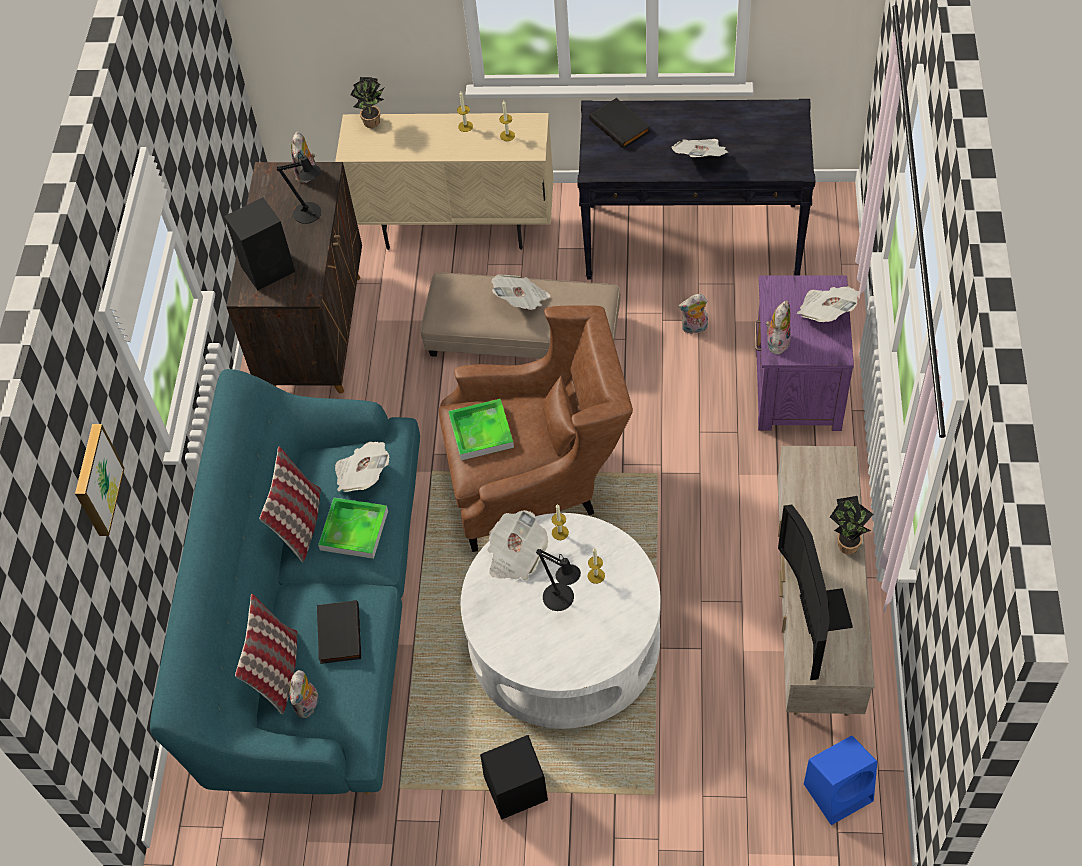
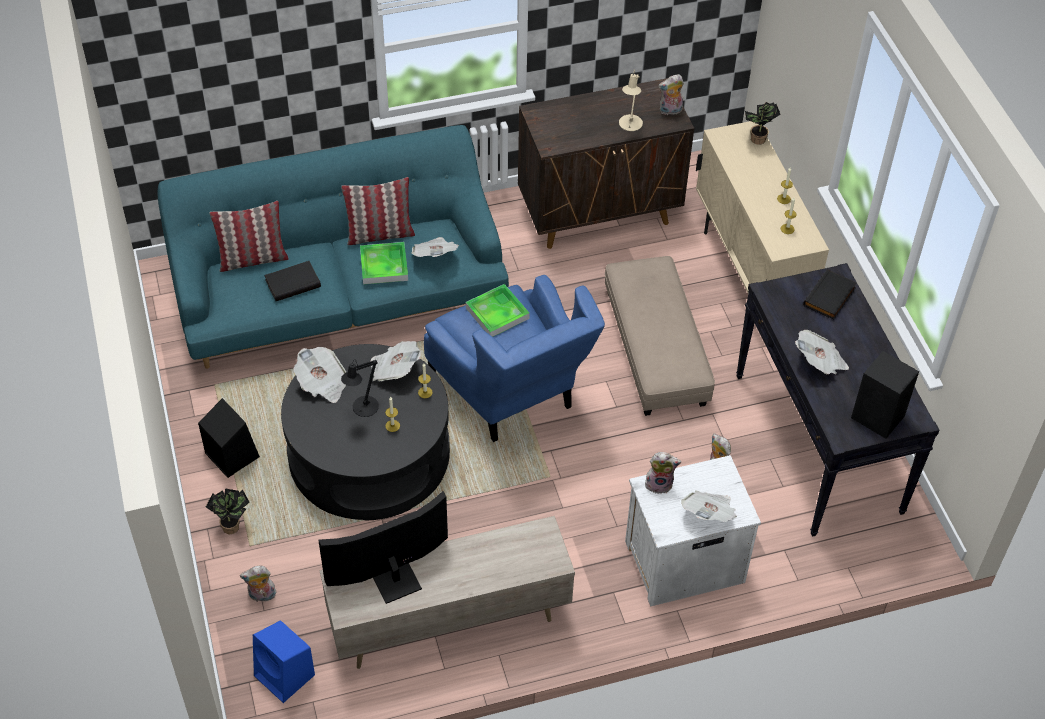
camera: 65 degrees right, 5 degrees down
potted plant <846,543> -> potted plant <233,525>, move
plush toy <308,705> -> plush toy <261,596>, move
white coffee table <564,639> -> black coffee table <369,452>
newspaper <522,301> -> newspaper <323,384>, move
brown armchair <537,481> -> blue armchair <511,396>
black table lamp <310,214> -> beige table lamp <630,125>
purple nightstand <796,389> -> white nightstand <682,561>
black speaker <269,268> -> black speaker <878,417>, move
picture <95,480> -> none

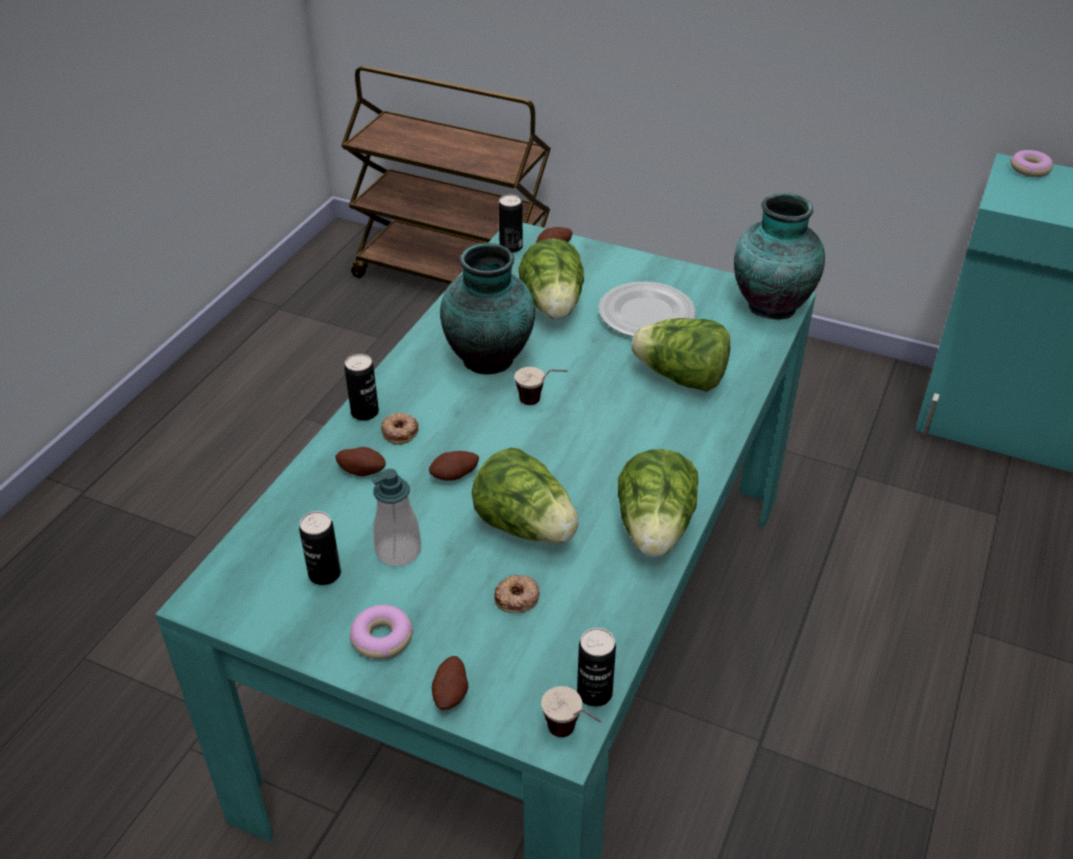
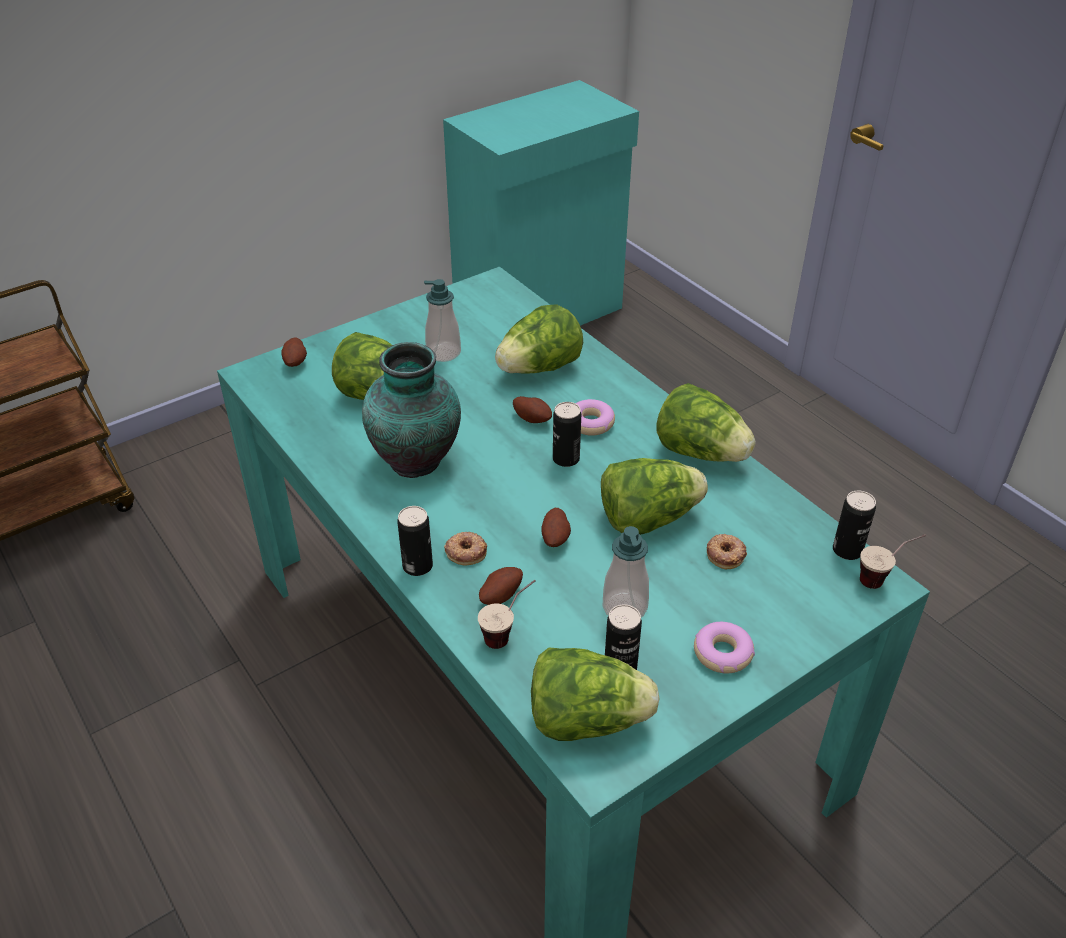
camera: 60 degrees left, 0 degrees up
plate <646,315> -> soap dispenser <443,352>
cup <541,402> -> cup <508,633>, move
potato <451,694> -> potato <533,418>, move
none -> lettuce <587,720>
can <511,247> -> can <566,459>, move
donut <1030,169> -> donut <591,423>, move
vase <770,305> -> none

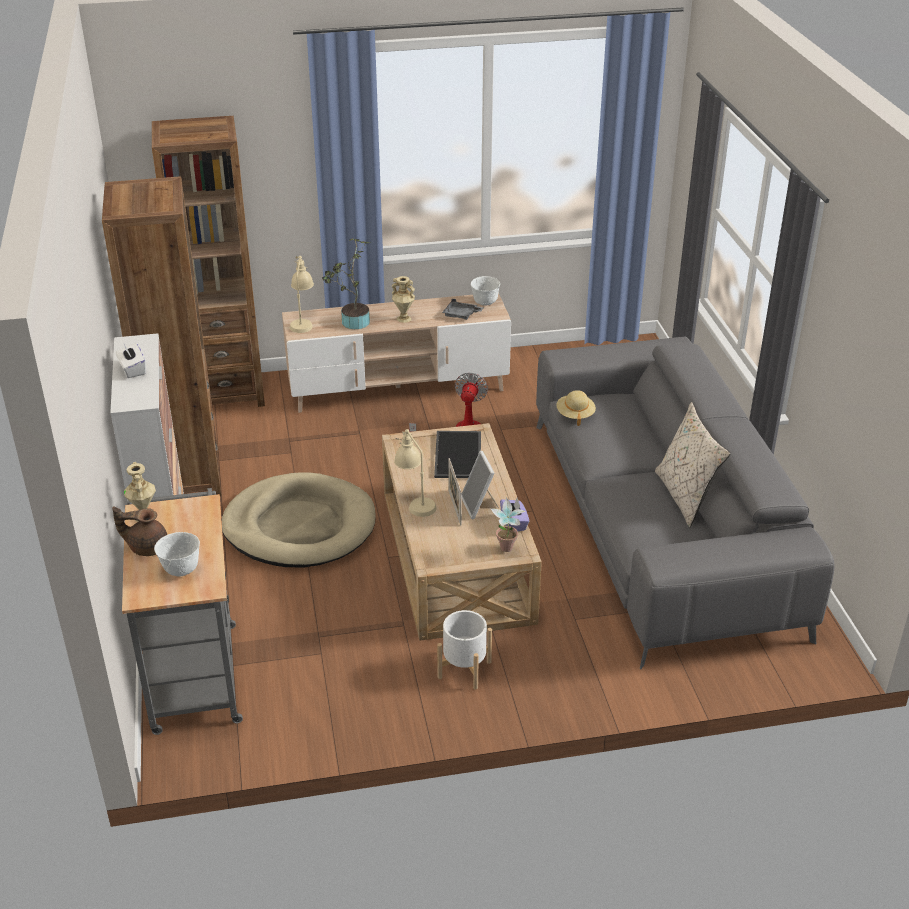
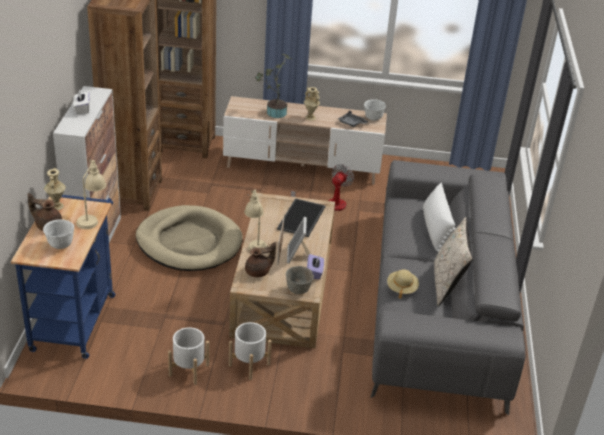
camera: 15 degrees right, 0 degrees up
grey cart <193,670> -> blue cart <75,317>
beige table lamp <302,321> -> beige table lamp <92,217>, move
none -> white planter <189,370>
none -> brown teapot <258,272>
potted plant <506,551> -> grey bowl <299,290>
beige hat <575,414> -> beige hat <401,288>, move
none -> white pillow <435,229>

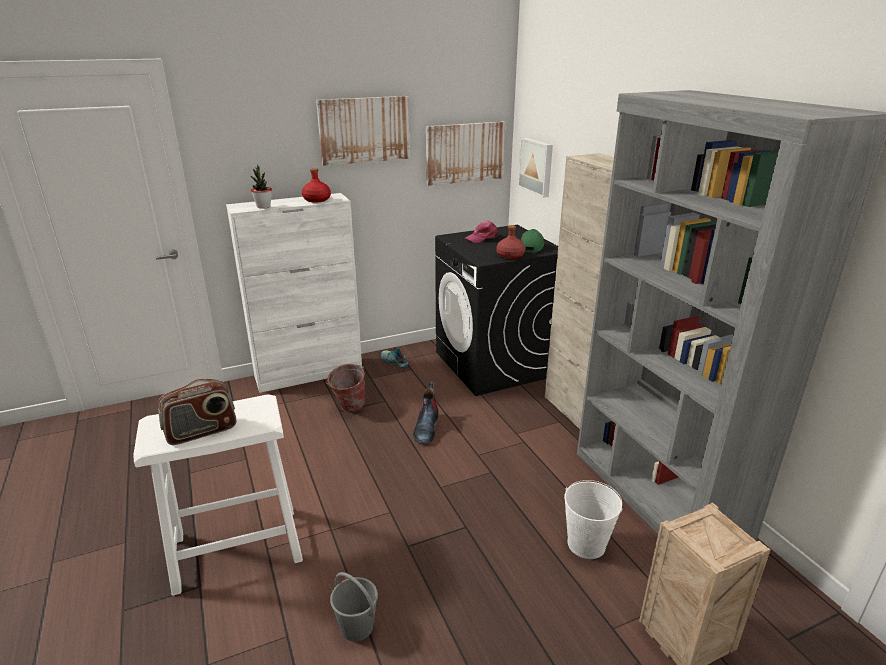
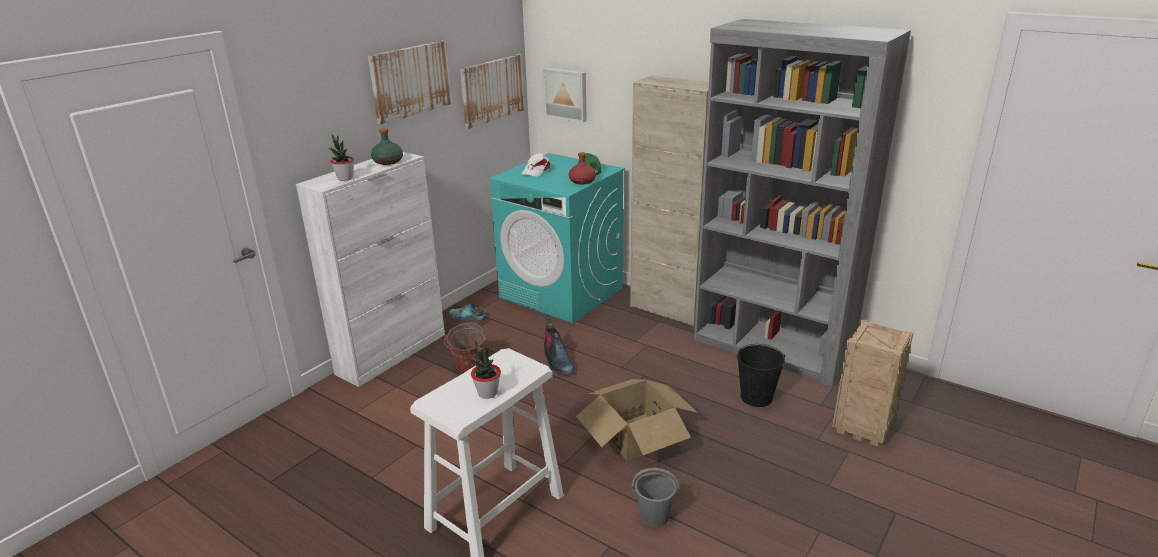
camera: 30 degrees left, 0 degrees up
red bottle <317,200> -> green bottle <388,161>
radio <201,432> -> potted plant <487,393>
black washing machine <493,364> -> turquoise washing machine <562,293>
pink cap <482,238> -> white cap <536,171>
none -> cardboard box <636,436>
white bucket <586,544> -> black bucket <756,397>

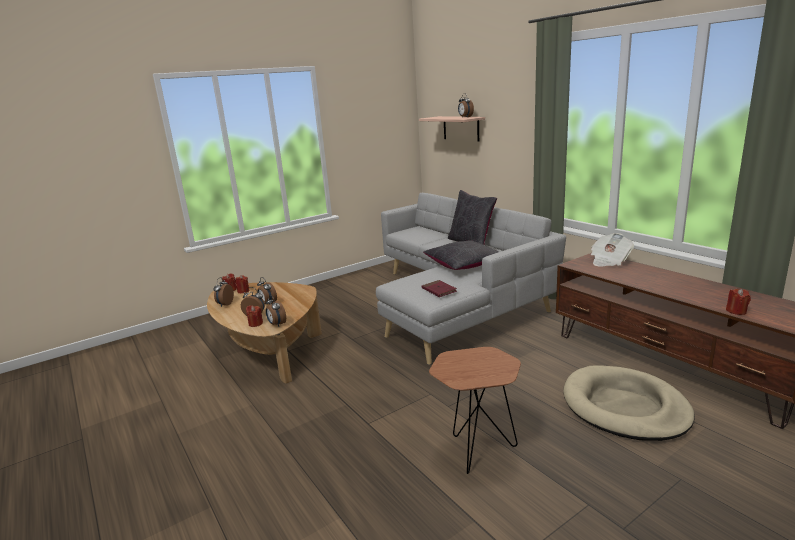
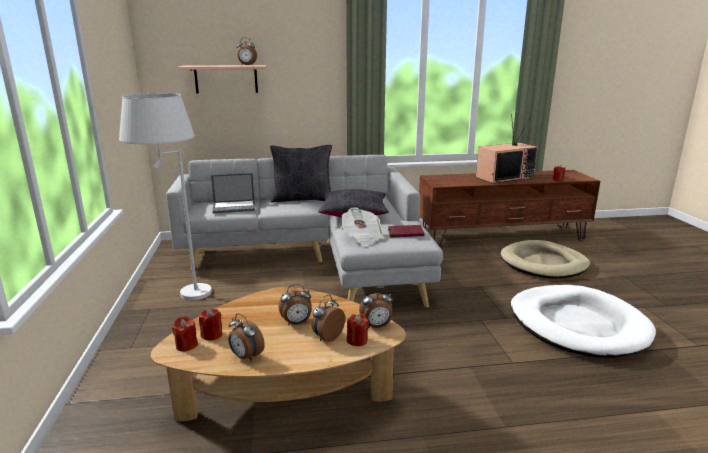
camera: 65 degrees left, 0 degrees up
none -> white floor lamp <179,298>
none -> laptop <235,207>
newspaper <609,261> -> newspaper <362,237>, move
none -> television <504,177>
brown side table <476,451> -> white dog bed <577,325>

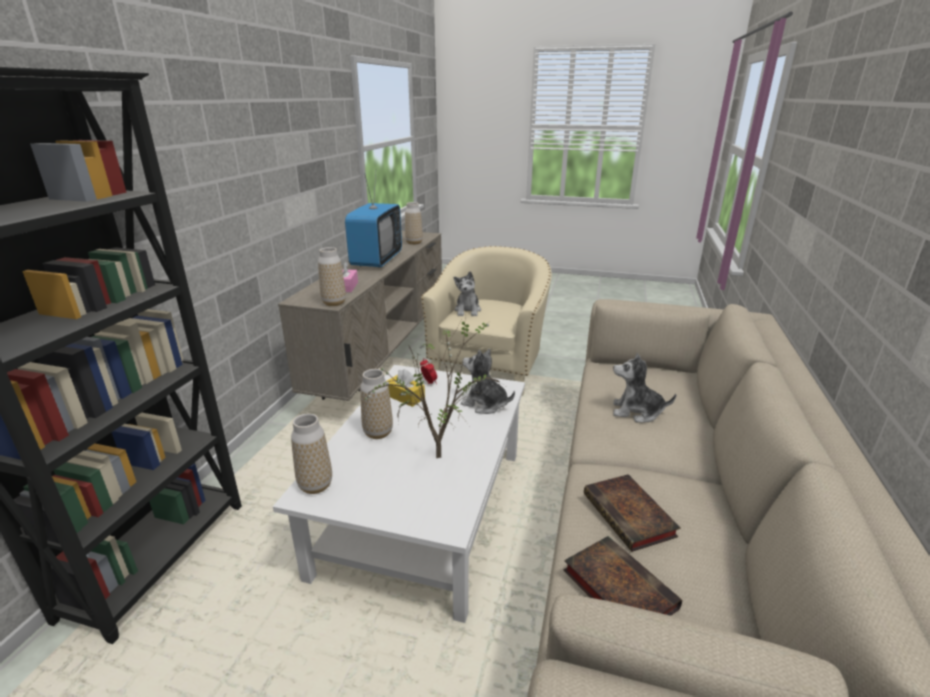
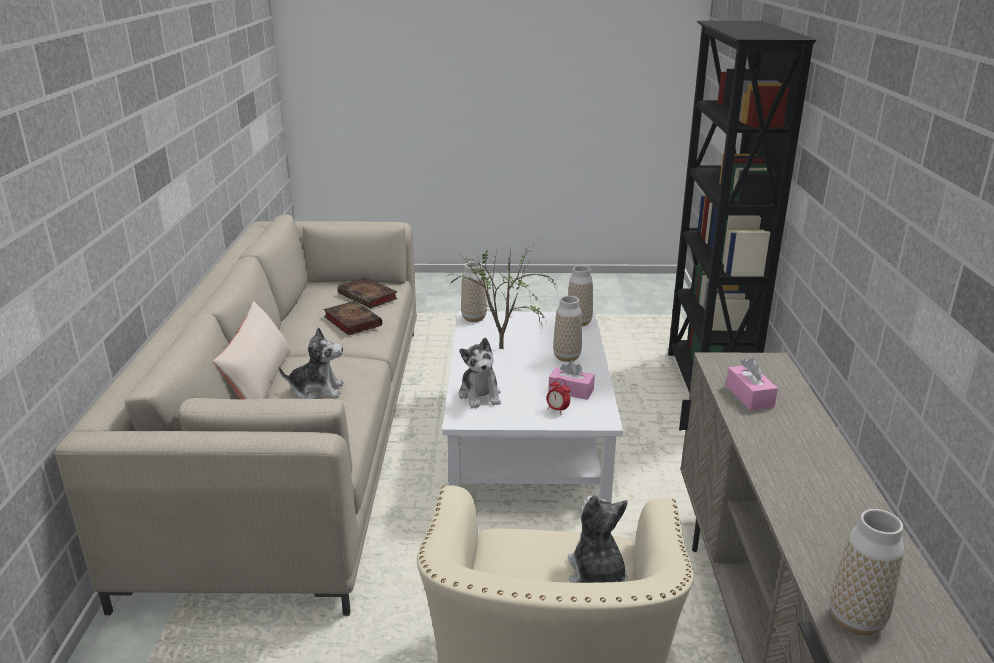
camera: 165 degrees right, 0 degrees up
none -> beige pillow <259,383>
plush toy <485,404> -> plush toy <480,395>, 60 degrees clockwise
vase <334,303> -> vase <474,318>, move
yellow tissue box <405,397> -> pink tissue box <571,391>
television <376,260> -> none

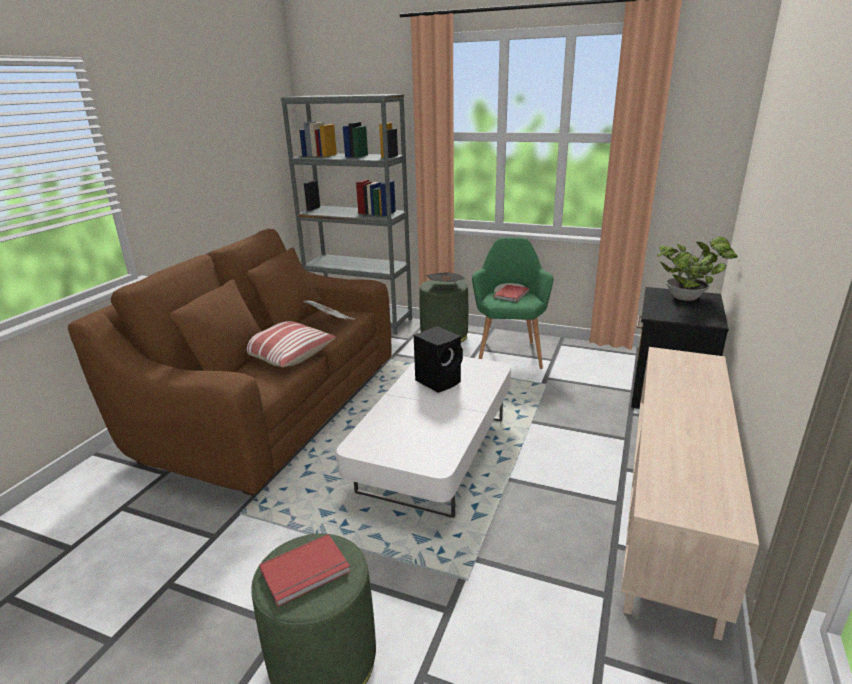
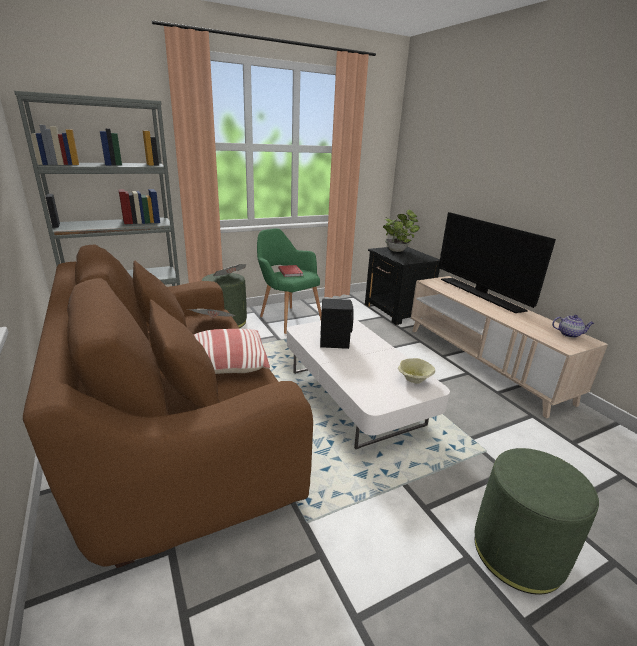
camera: 50 degrees left, 0 degrees up
none -> beige bowl <414,380>
none -> television <481,294>
none -> teapot <569,334>
red book <306,572> -> none

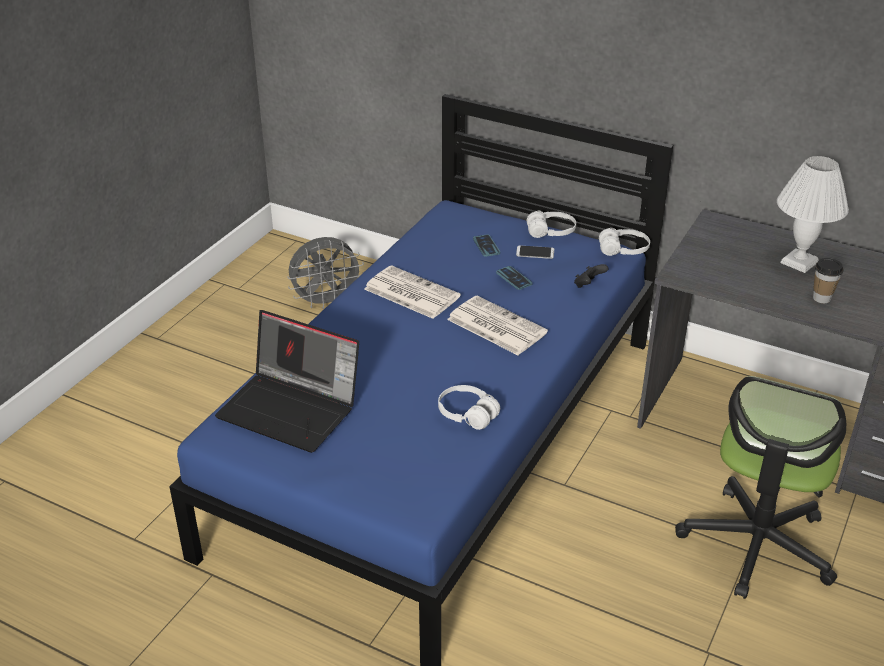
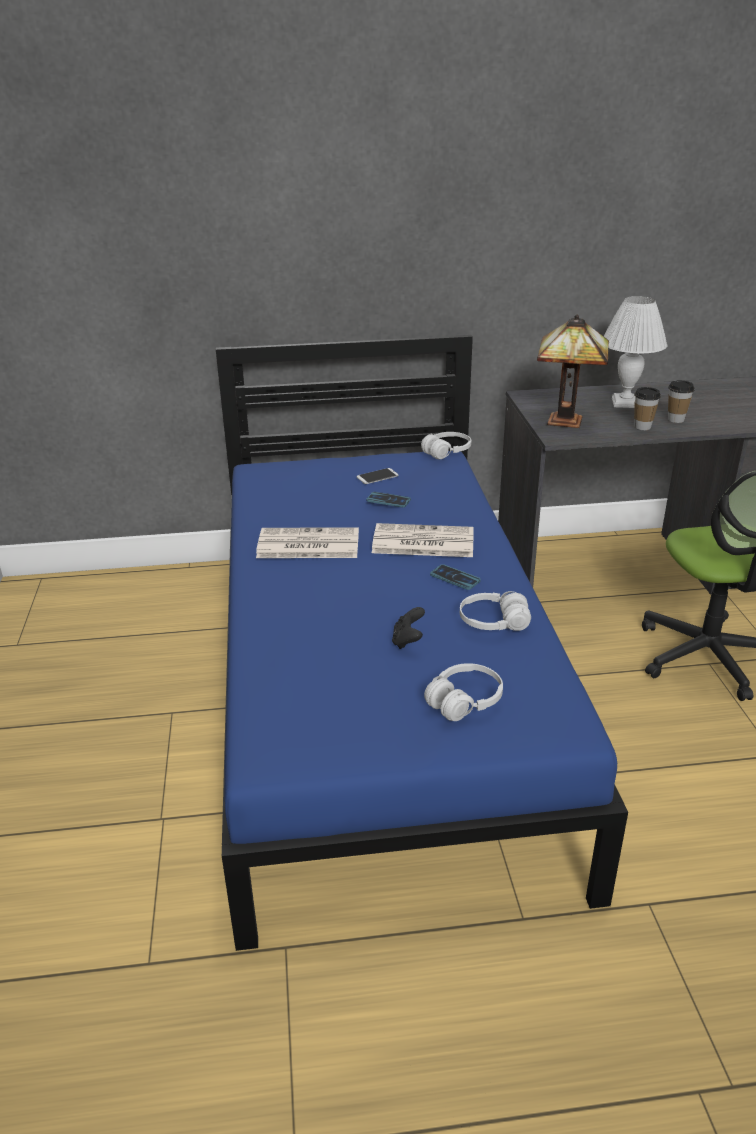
camera: 35 degrees left, 5 degrees down
black game controller <588,285> -> black game controller <408,641>, move
white headphones <551,232> -> white headphones <464,701>, move
phone <486,246> -> phone <455,578>, move
none -> table lamp <568,420>
none -> cup <642,427>
laptop <292,409> -> none
grey fan <326,302> -> none

